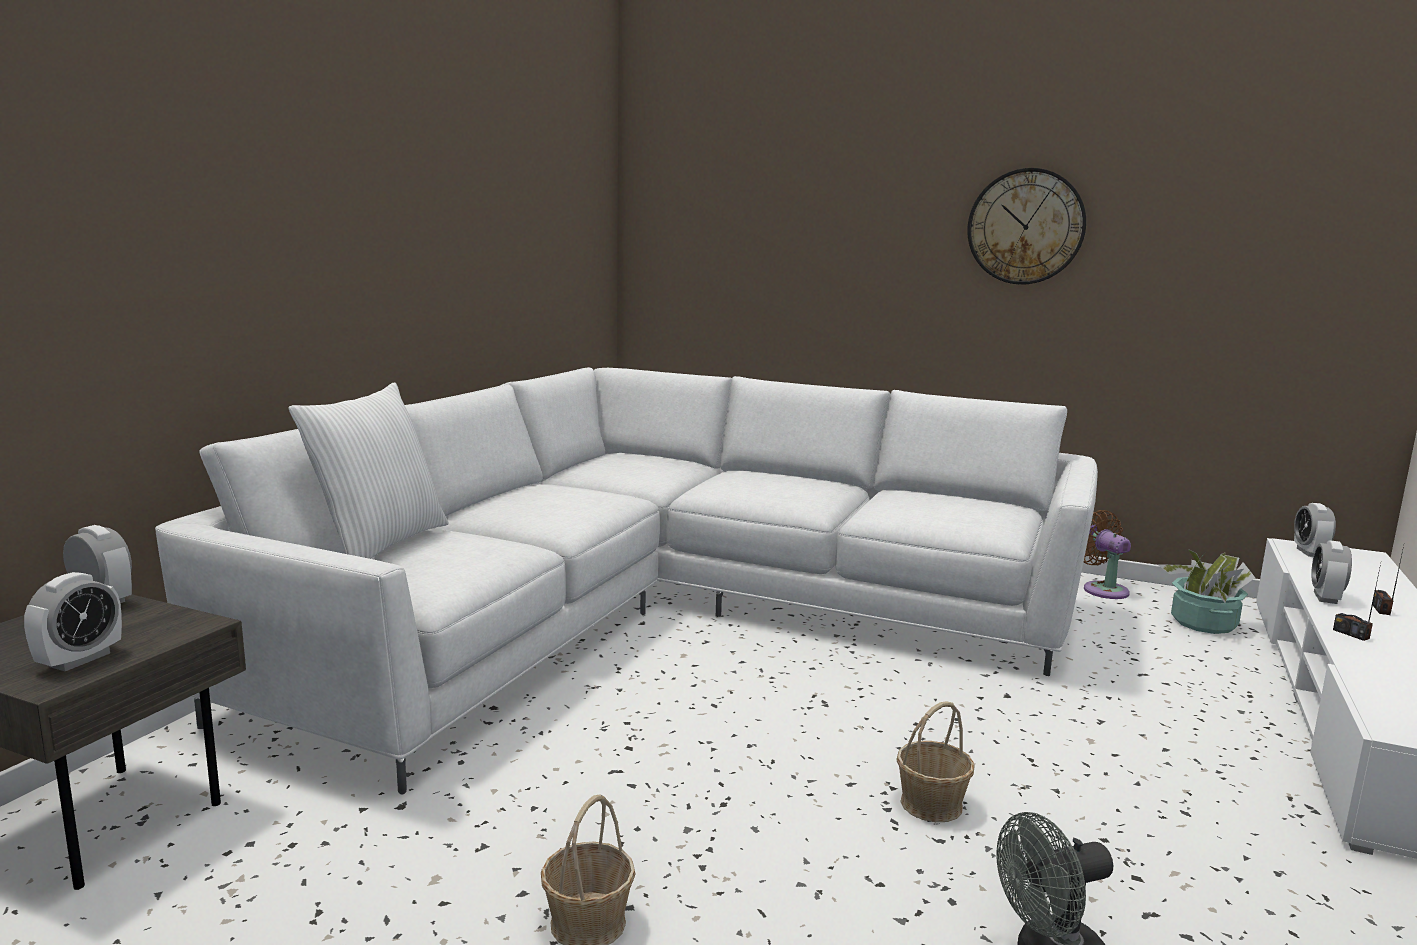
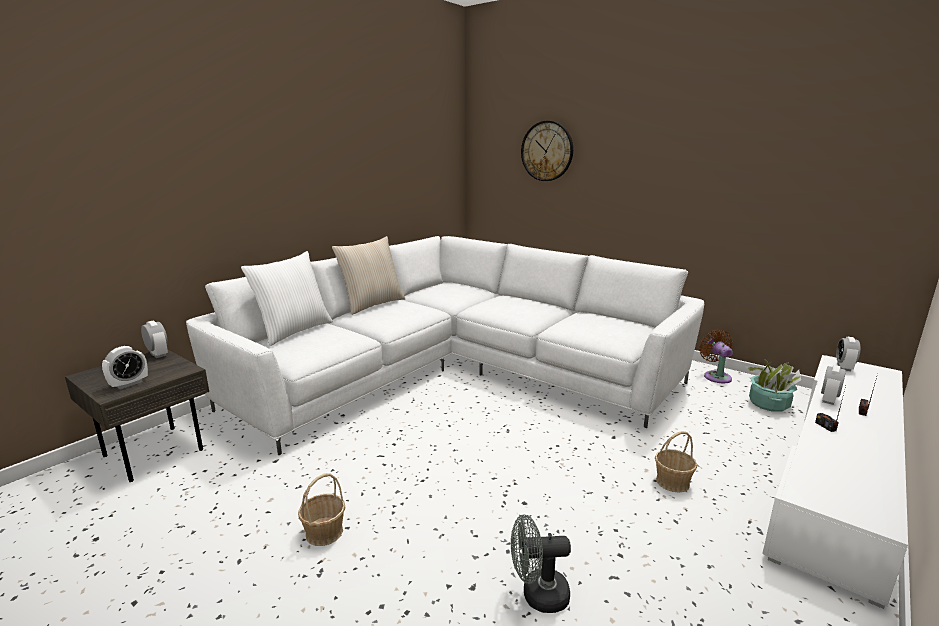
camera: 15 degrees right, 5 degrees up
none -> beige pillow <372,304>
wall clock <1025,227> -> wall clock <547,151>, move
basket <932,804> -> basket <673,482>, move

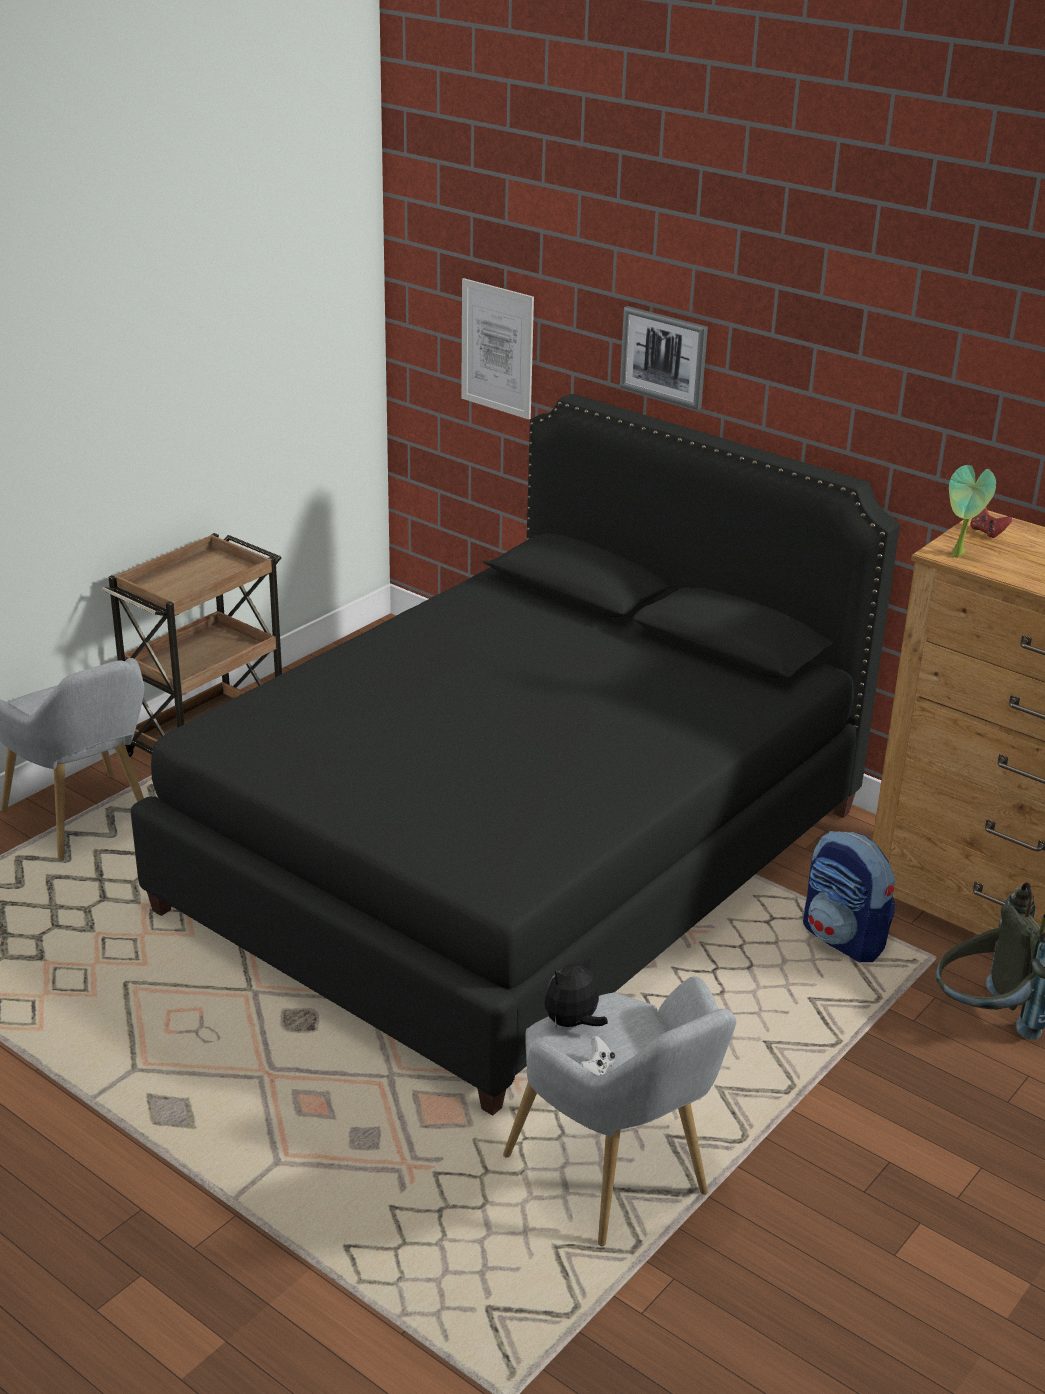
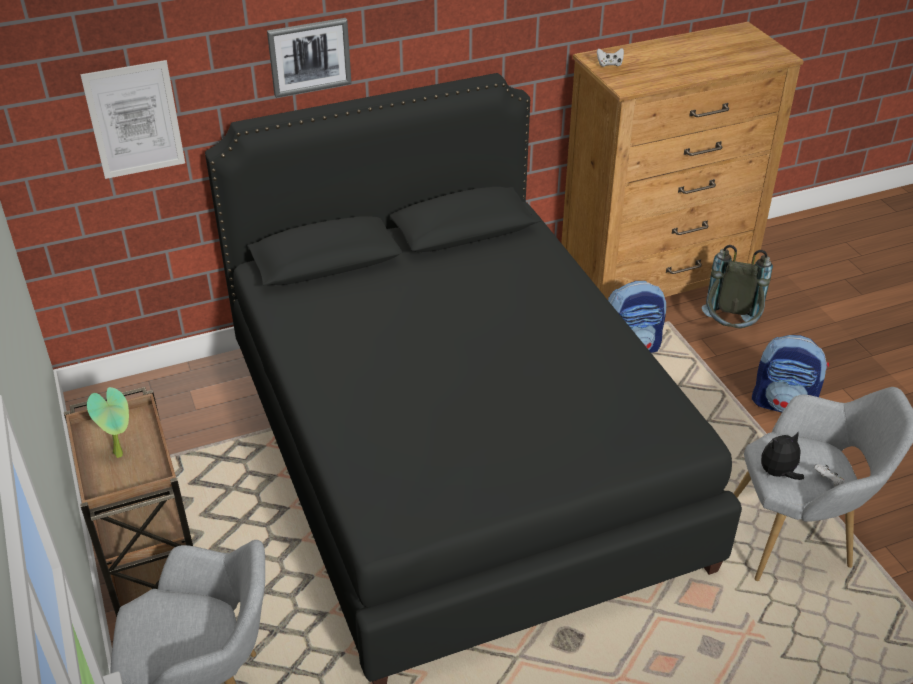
camera: 60 degrees left, 10 degrees up
potted plant <959,556> -> potted plant <121,453>, move
red game controller <987,532> -> white game controller <609,64>
none -> backpack <784,404>
plush toy <572,1023> -> plush toy <778,473>, 75 degrees clockwise

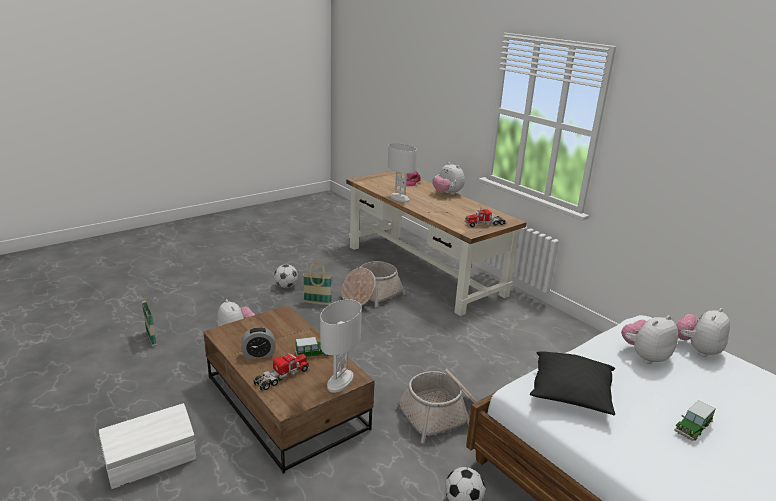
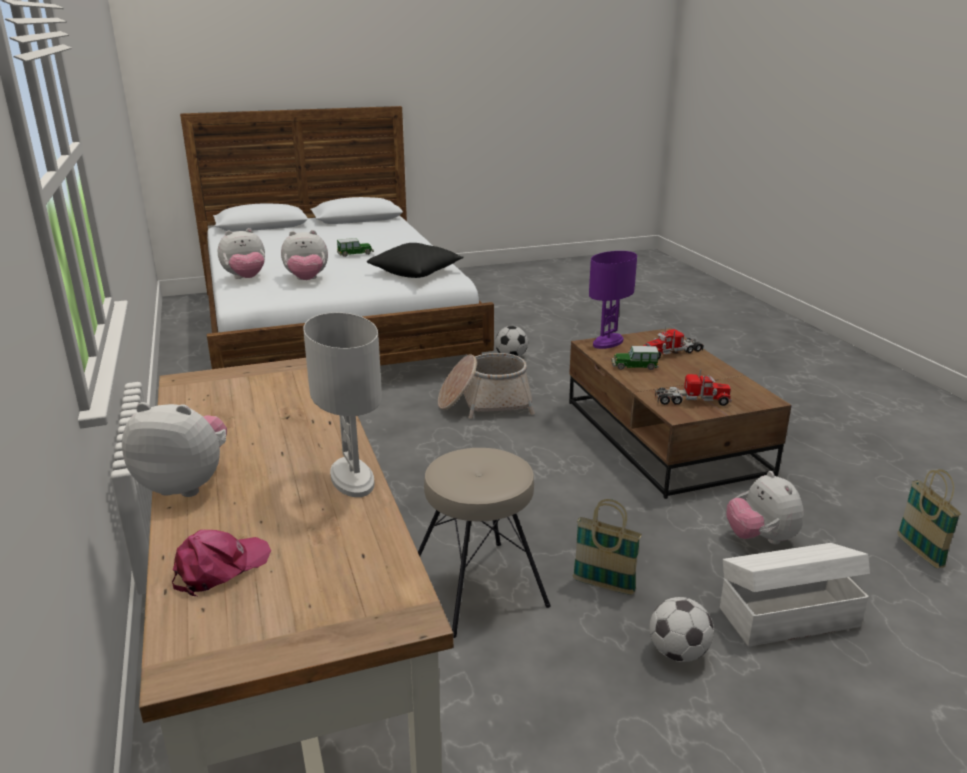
camera: 160 degrees left, 0 degrees up
plush toy <447,194> -> plush toy <186,485>, 60 degrees counterclockwise
basket <371,296> -> beige stool <479,586>
white table lamp <340,381> -> purple table lamp <608,343>
toy truck <484,224> -> toy truck <691,401>, move
white storage box <152,462> -> white storage box <786,616>, move
alarm clock <259,354> -> none

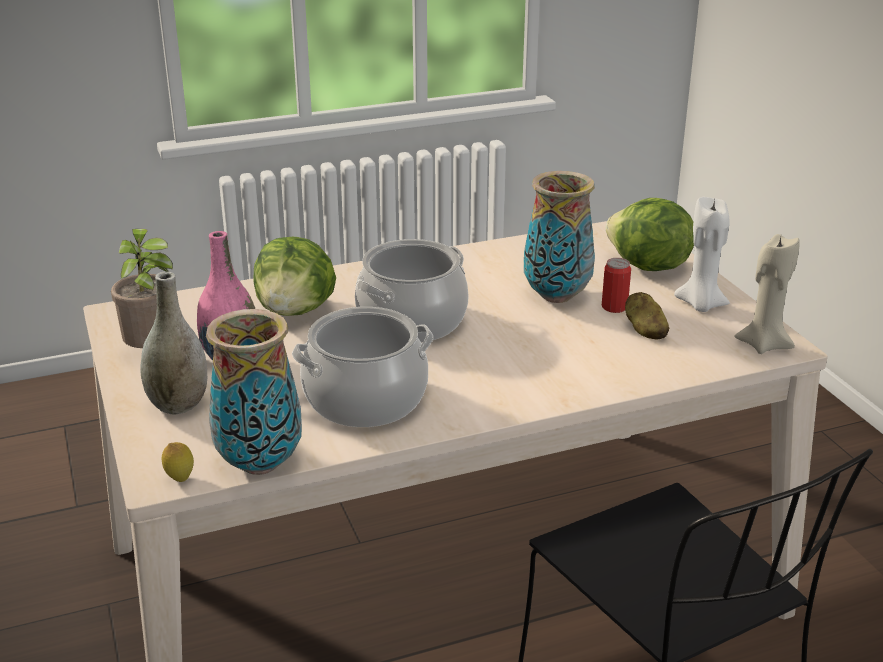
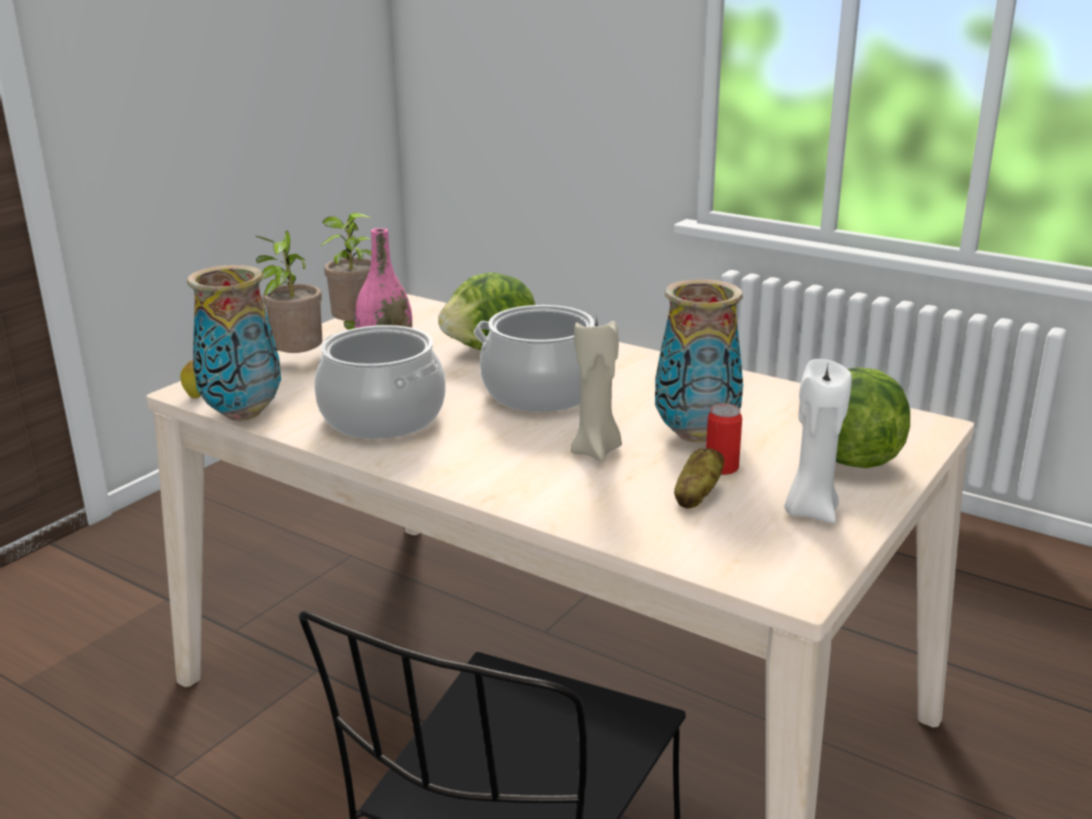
camera: 55 degrees right, 5 degrees down
grey vase <178,404> -> potted plant <296,362>
beige candle <763,344> -> beige candle <597,451>, move

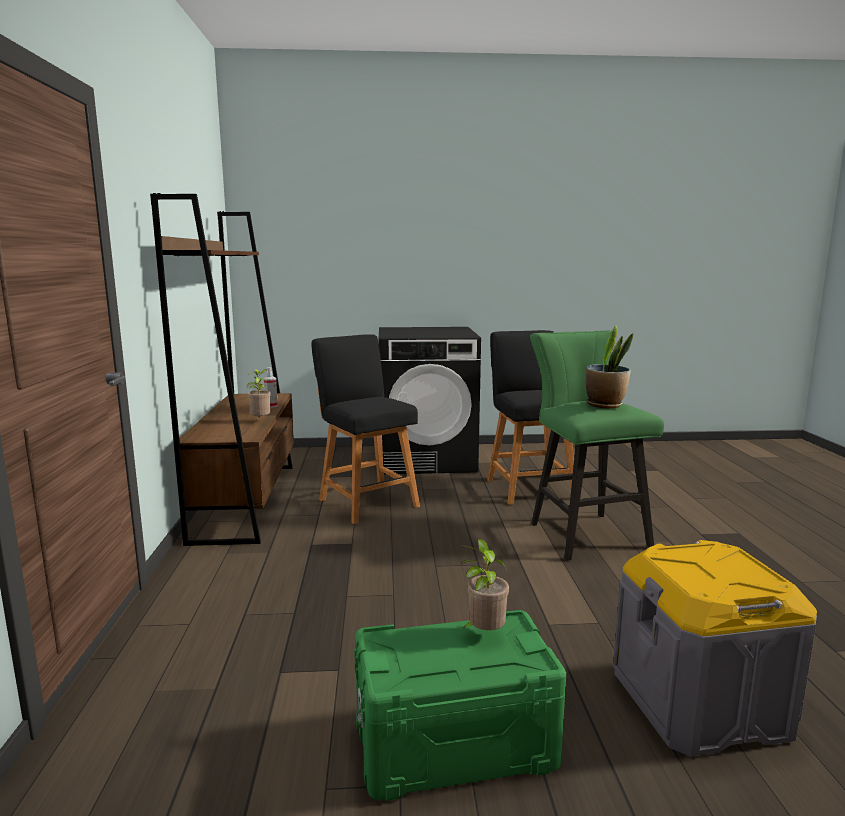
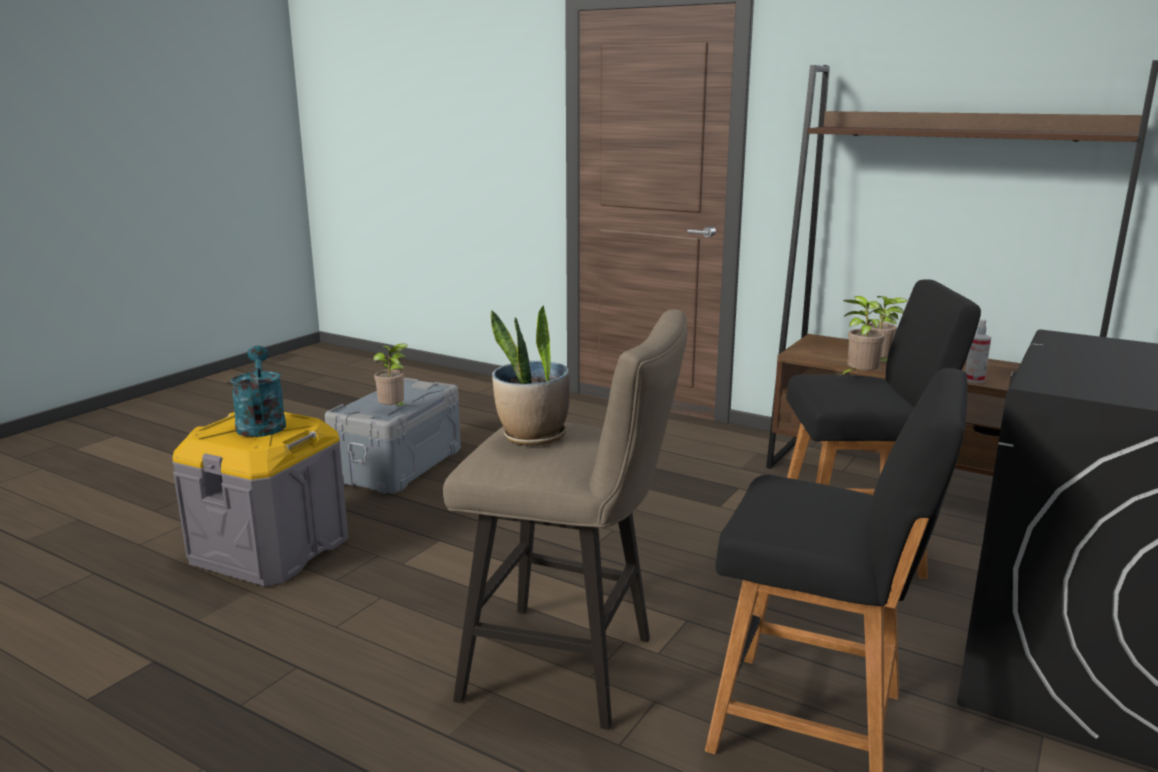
camera: 125 degrees right, 5 degrees up
none -> turquoise watering can <261,423>
green storage box <455,744> -> grey storage box <397,465>
green stool <583,532> -> beige stool <572,669>
none -> potted plant <859,378>

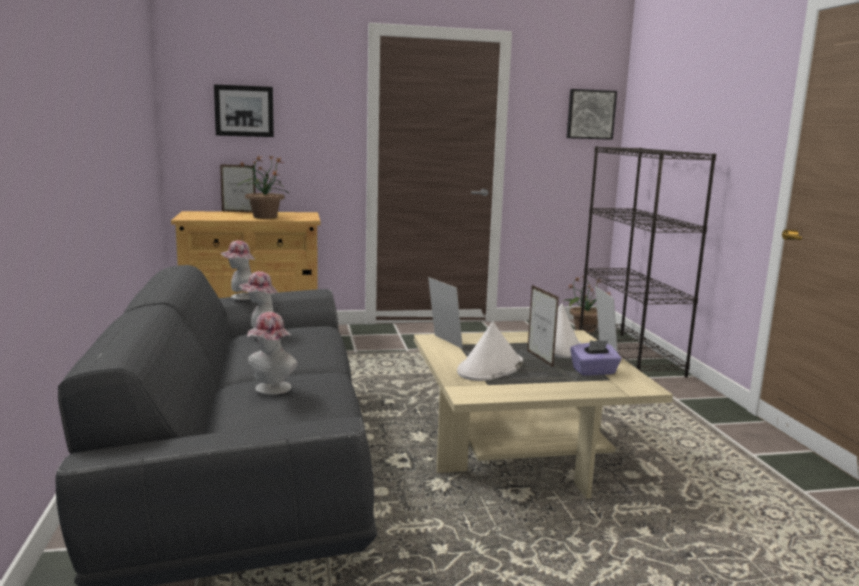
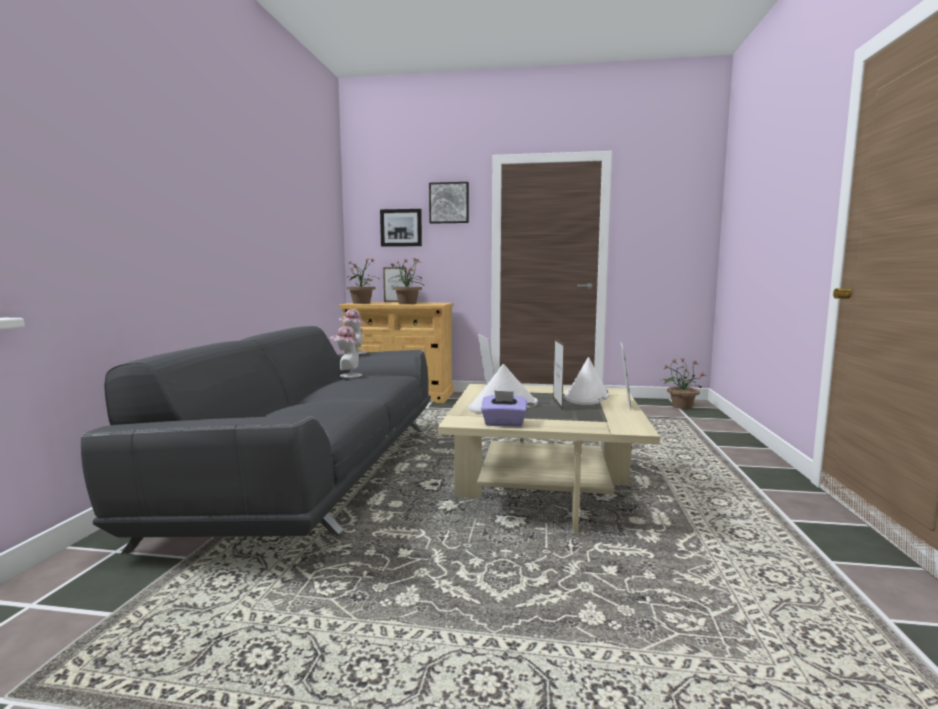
camera: 20 degrees right, 5 degrees down
none -> potted plant <361,303>
picture <590,114> -> picture <449,203>, move
purple tissue box <594,372> -> purple tissue box <504,423>, move
hat <271,390> -> none
black bookcase <629,355> -> none

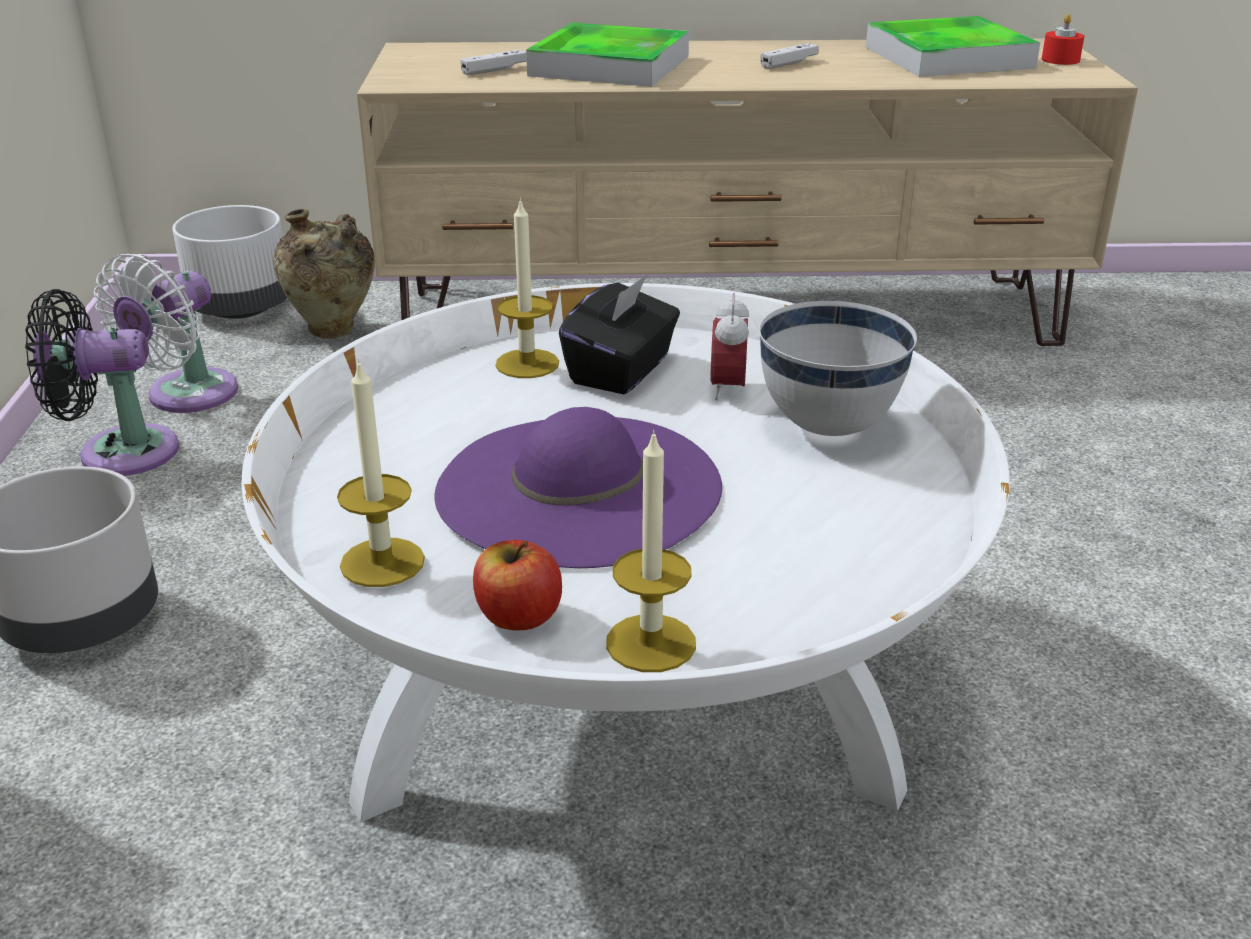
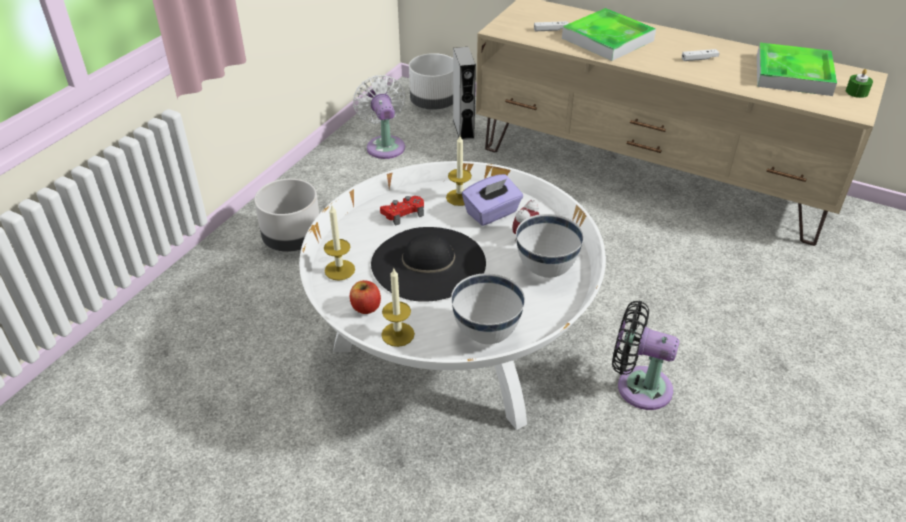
camera: 30 degrees right, 10 degrees up
white fan <185,396> -> white fan <384,145>, 105 degrees clockwise
purple hat <579,488> -> black hat <428,263>
none -> red game controller <403,213>
none -> white bowl <486,333>
beige vase <333,333> -> grey speaker <463,128>
black tissue box <622,371> -> purple tissue box <492,213>
black fan <118,452> -> black fan <638,386>, move
red candle <1060,60> -> green candle <856,92>

